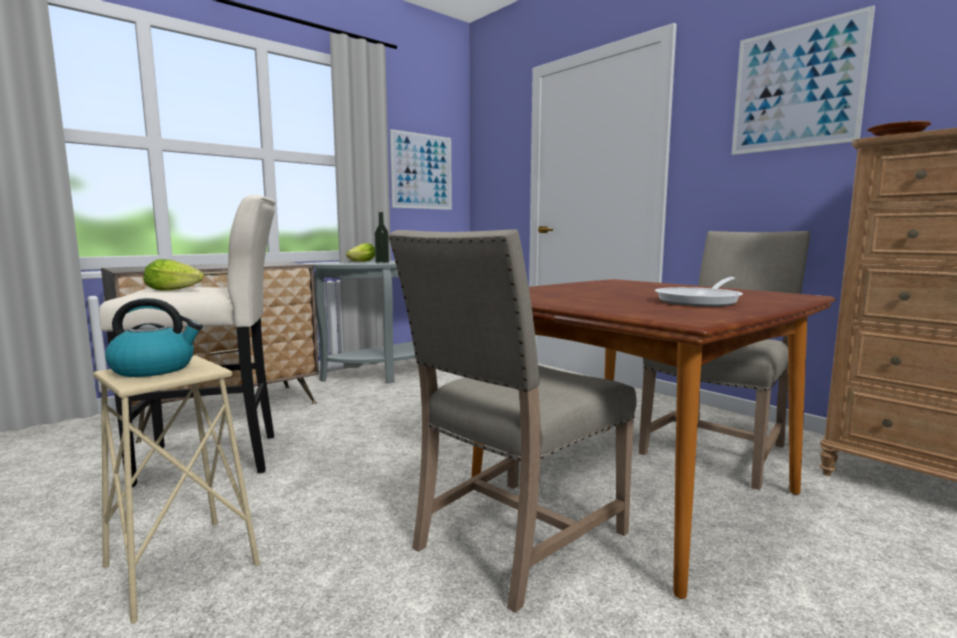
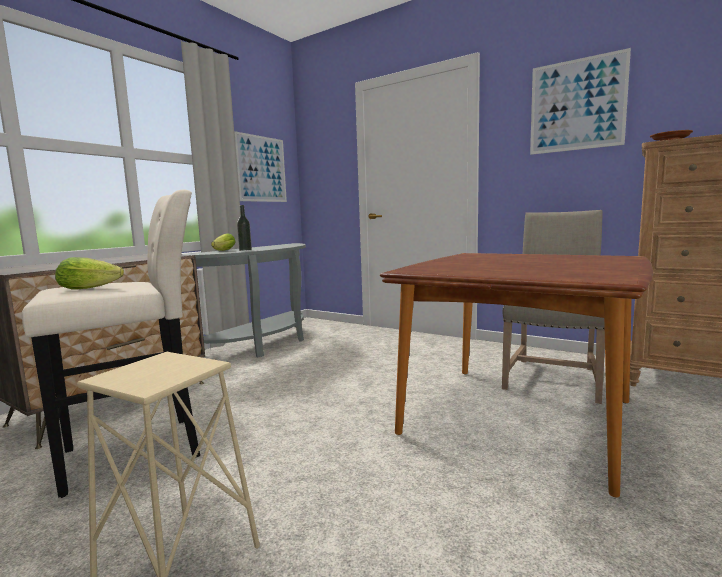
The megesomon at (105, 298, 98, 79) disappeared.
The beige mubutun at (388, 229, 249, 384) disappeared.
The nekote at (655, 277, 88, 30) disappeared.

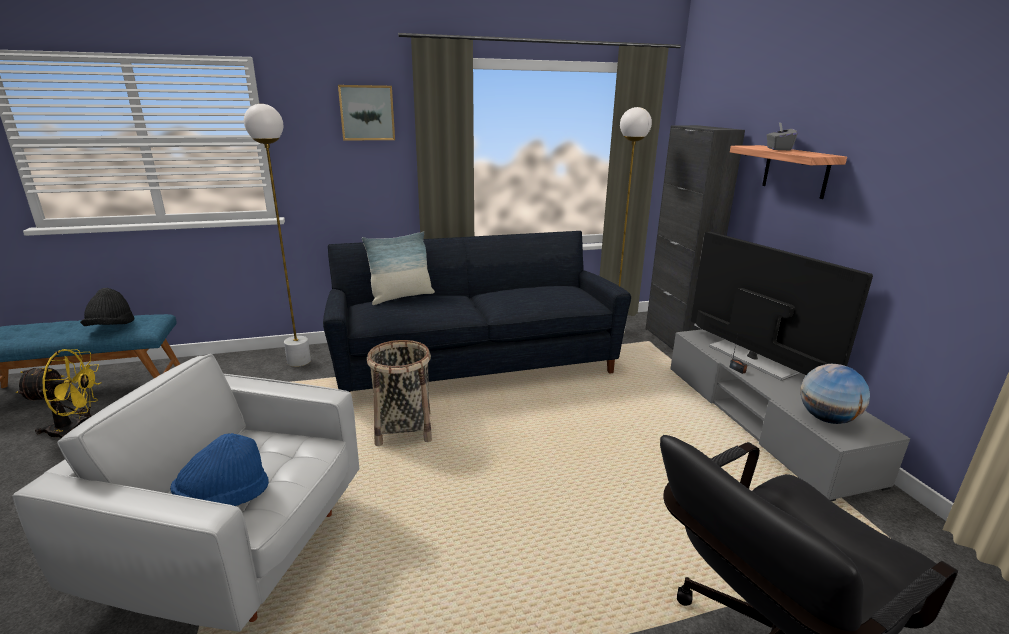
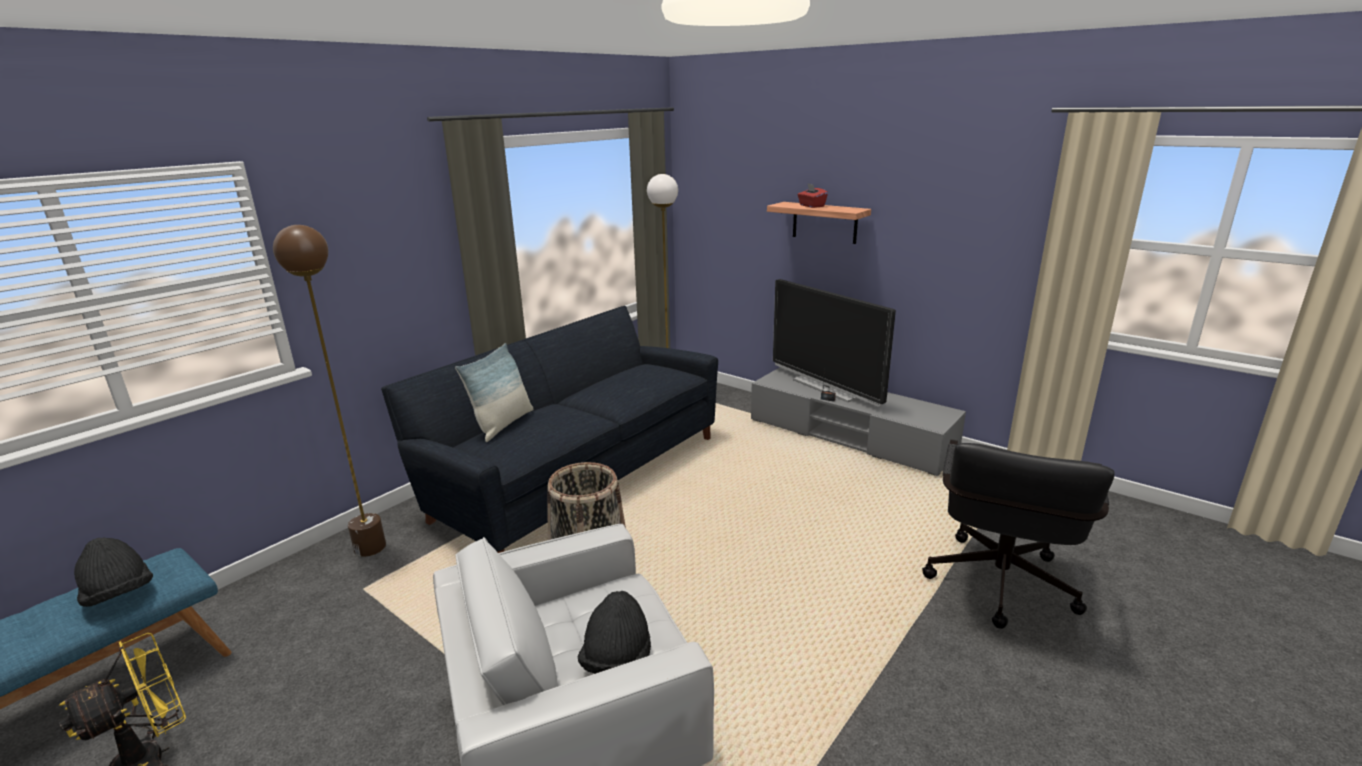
The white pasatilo at (244, 104, 67, 263) became the brown pasatilo at (273, 225, 113, 332).
The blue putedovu at (170, 433, 99, 73) became the black putedovu at (578, 591, 73, 83).
The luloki at (691, 232, 182, 149) turned 150 degrees counterclockwise.
The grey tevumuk at (767, 123, 31, 27) became the red tevumuk at (797, 183, 31, 25).
The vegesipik at (338, 85, 57, 56) disappeared.
The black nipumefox at (646, 125, 99, 224) disappeared.
The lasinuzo at (800, 364, 70, 60) disappeared.

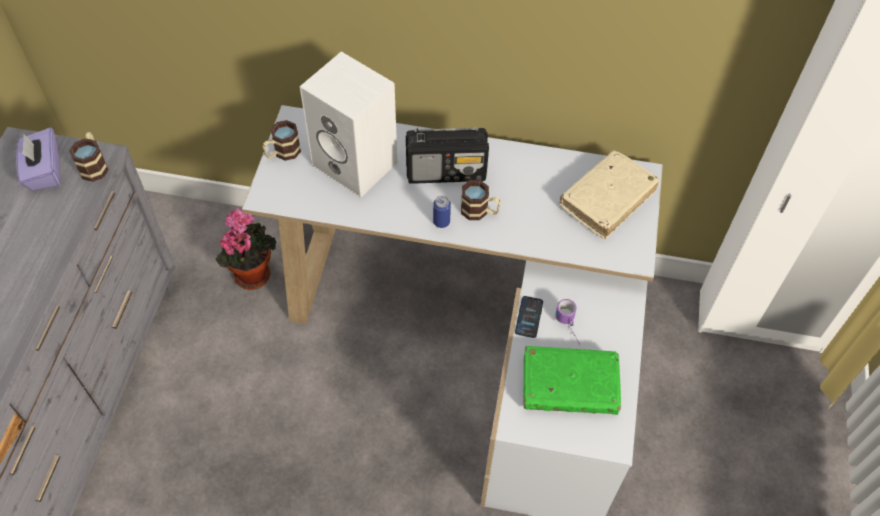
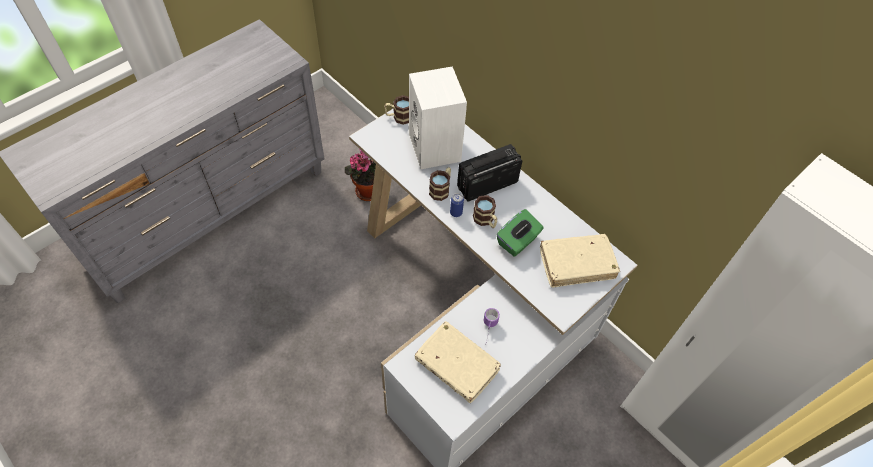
The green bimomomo at (523, 346, 98, 69) became the beige bimomomo at (415, 321, 86, 82).
The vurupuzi moved from (69, 132, 40, 50) to (429, 167, 22, 34).
The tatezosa at (406, 127, 83, 57) turned 120 degrees clockwise.
The green tevumuk at (496, 209, 48, 48) appeared.
The purple tevumuk at (16, 128, 45, 63) disappeared.
The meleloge at (515, 296, 28, 42) disappeared.

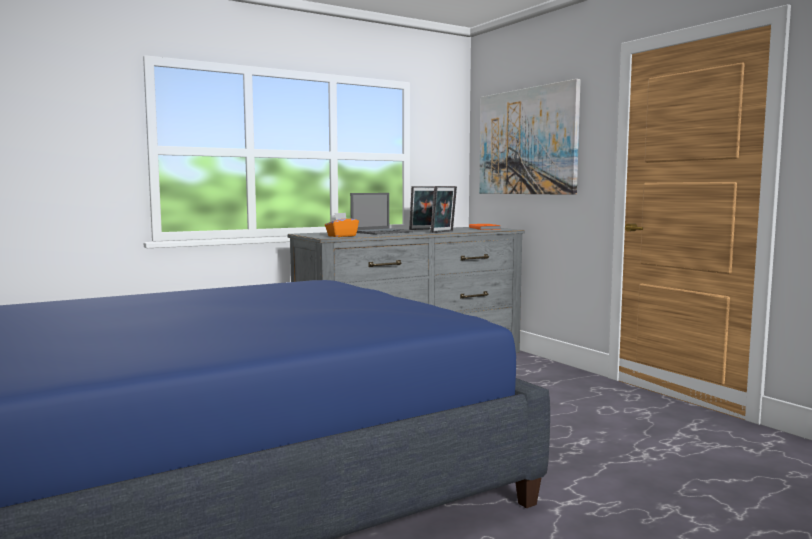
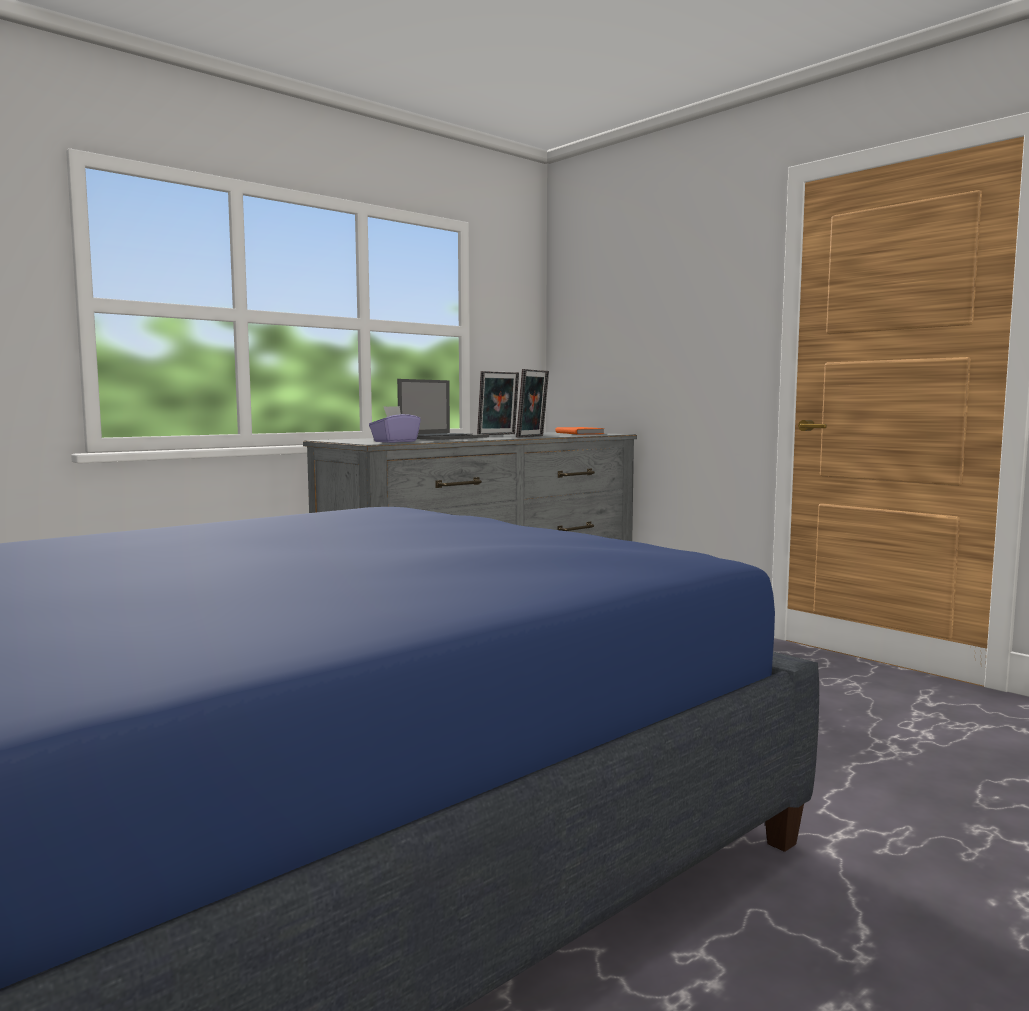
The orange tevumuk at (325, 213, 34, 24) became the purple tevumuk at (369, 406, 52, 37).
The vegesipik at (479, 79, 102, 116) disappeared.

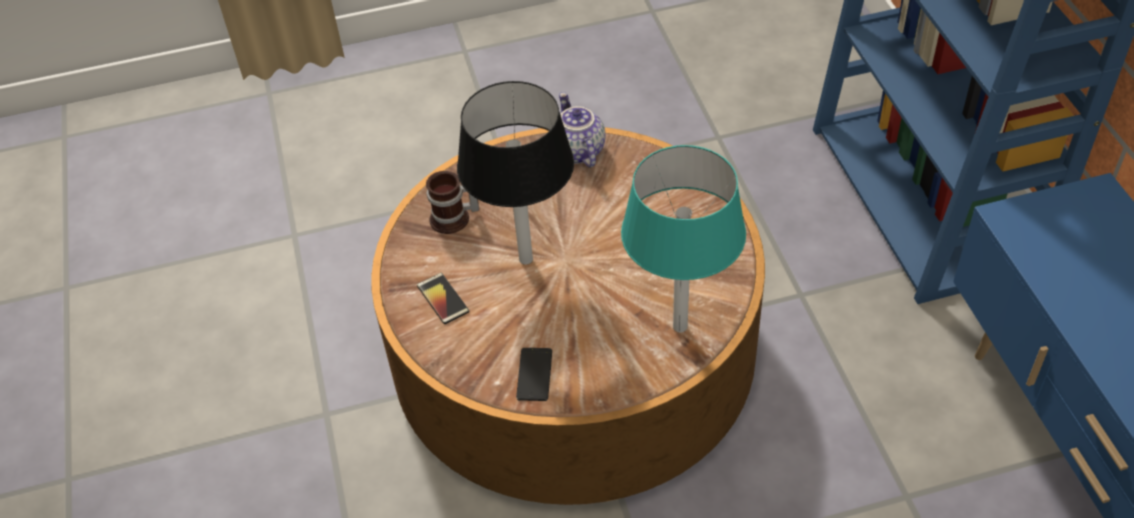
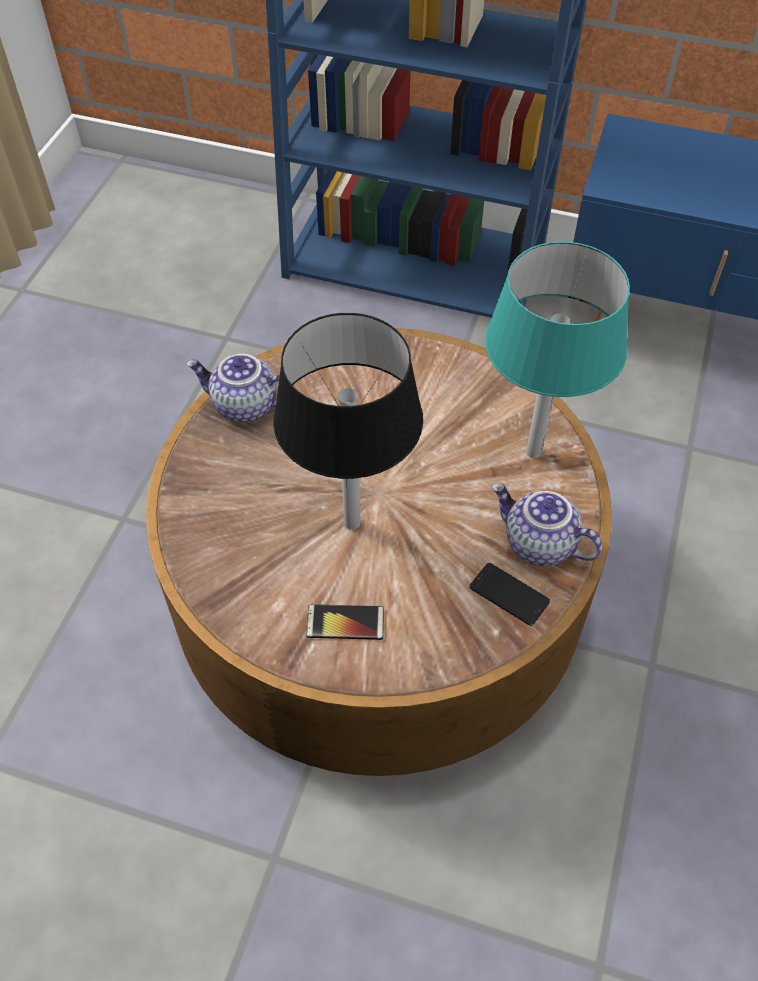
The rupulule at (492, 483, 110, 83) appeared.
The vurupuzi at (426, 171, 53, 63) disappeared.

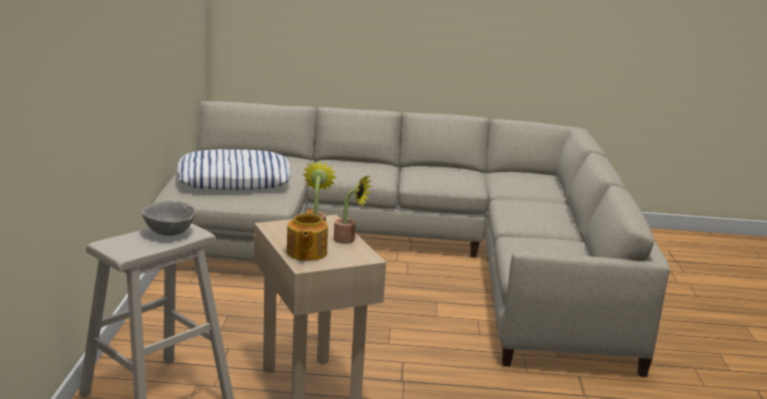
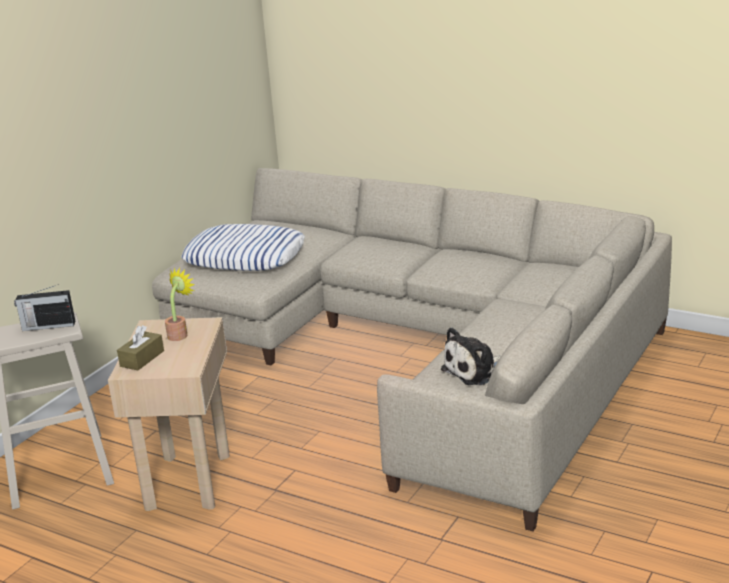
The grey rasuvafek at (142, 201, 54, 35) was replaced by the tatezosa at (14, 284, 61, 47).
The rupulule at (287, 209, 41, 52) was replaced by the brown tevumuk at (117, 325, 47, 45).
The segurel at (441, 327, 60, 58) appeared.
The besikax at (334, 175, 38, 69) disappeared.

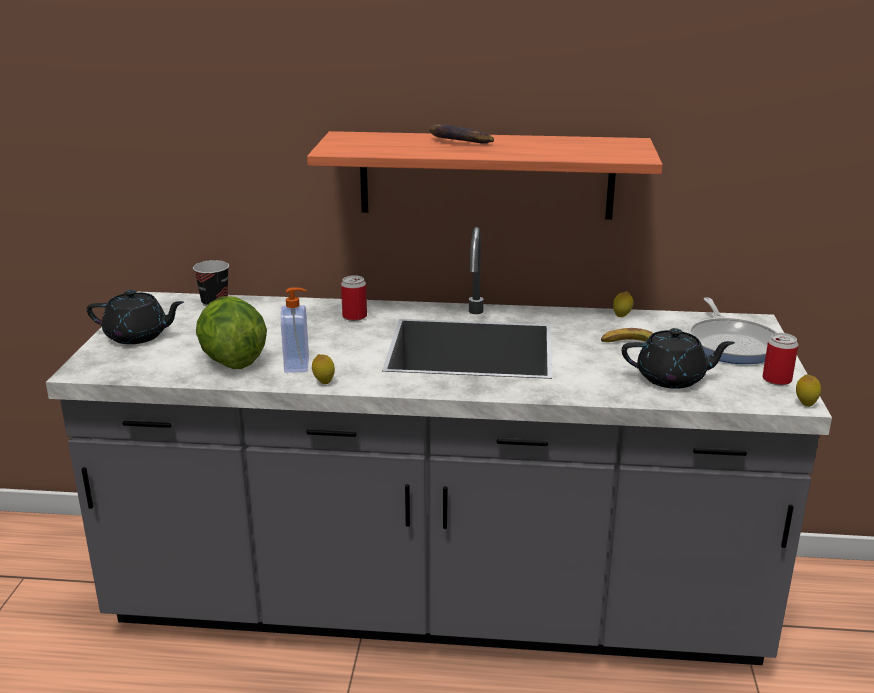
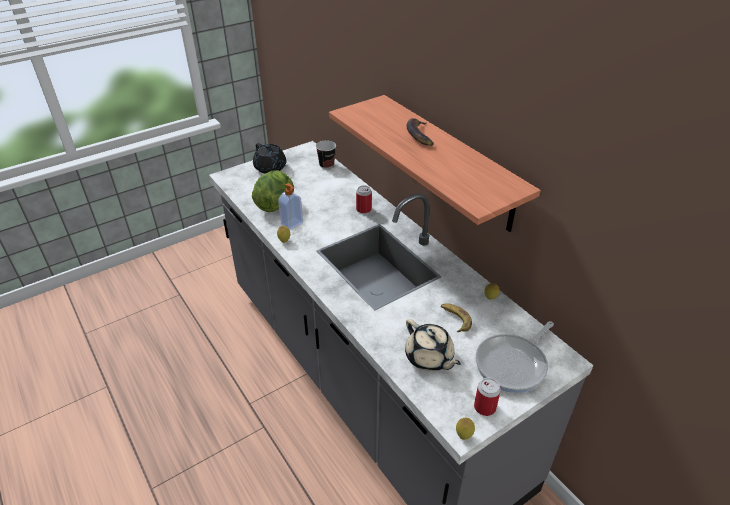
The black rupulule at (622, 328, 113, 61) became the beige rupulule at (405, 319, 56, 52).

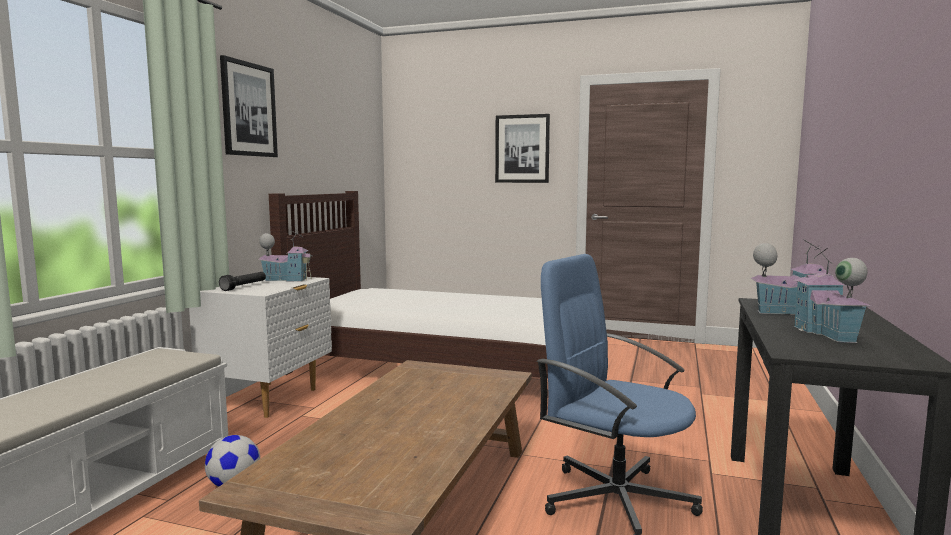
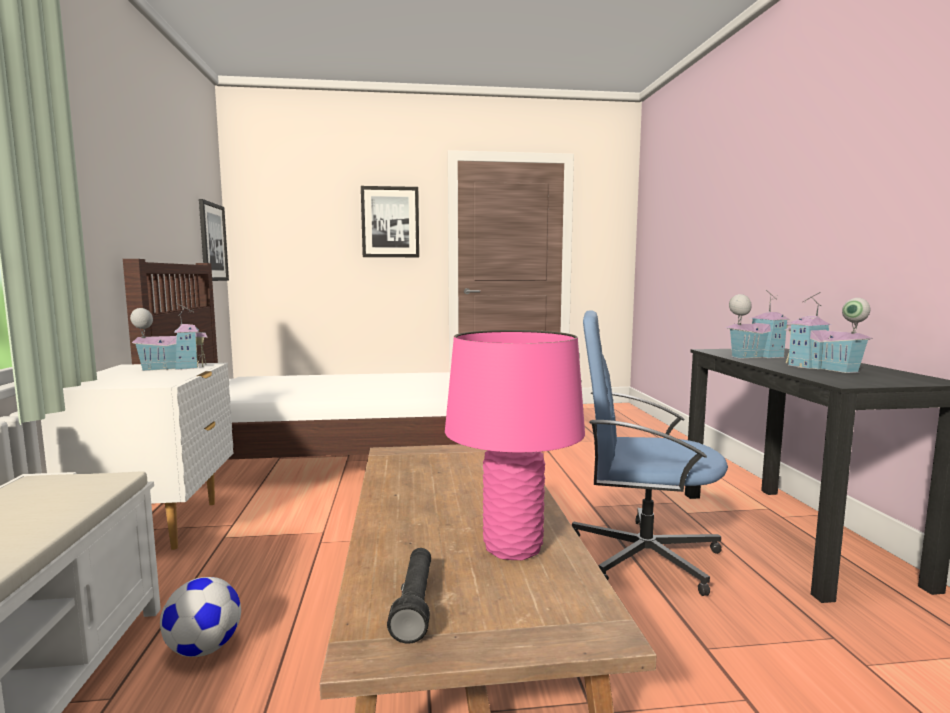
The vegesipik moved from (220, 55, 58, 102) to (199, 199, 30, 82).
The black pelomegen moved from (219, 272, 47, 19) to (387, 548, 44, 96).
The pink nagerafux at (445, 330, 140, 230) appeared.

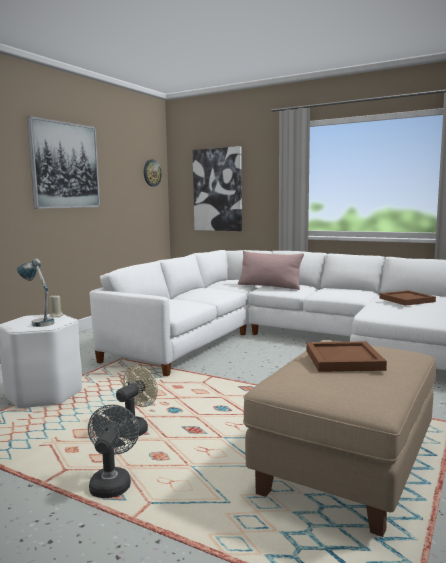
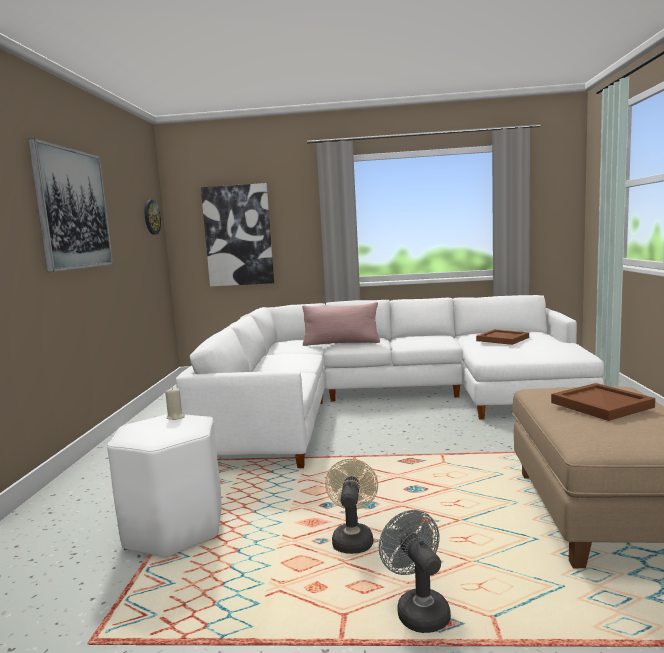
The nagerafux at (17, 259, 37, 68) disappeared.

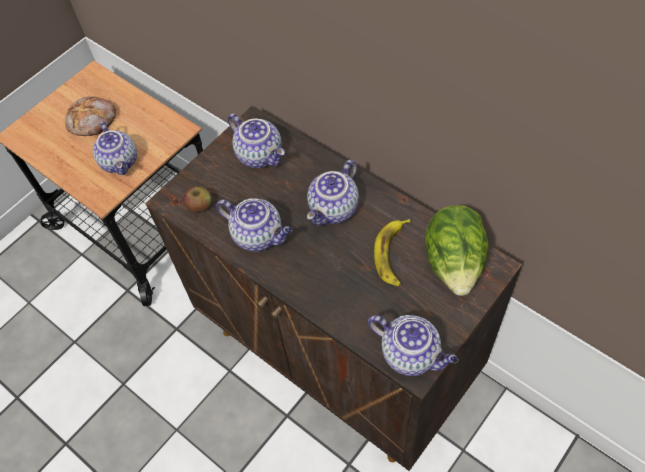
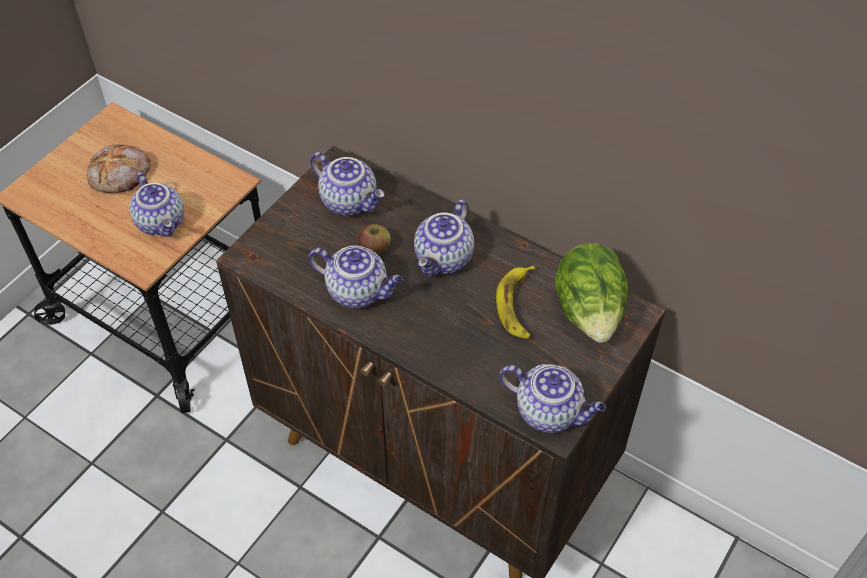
The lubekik moved from (183, 186, 28, 27) to (358, 224, 33, 30).

